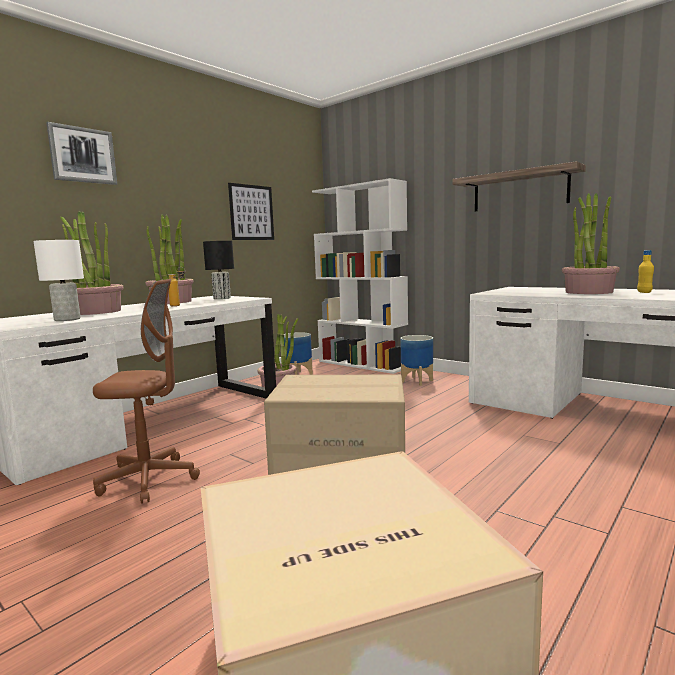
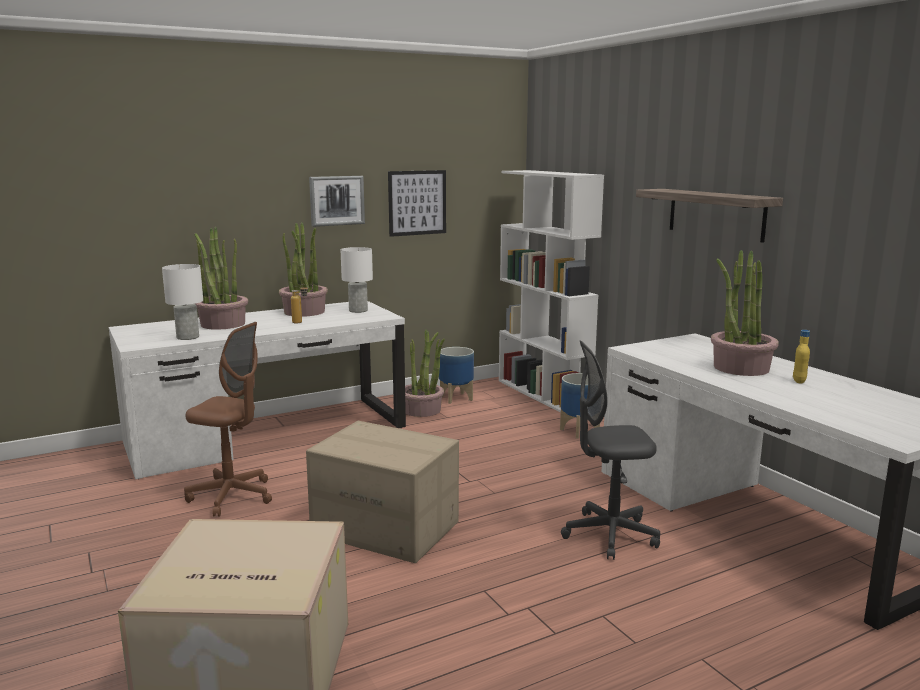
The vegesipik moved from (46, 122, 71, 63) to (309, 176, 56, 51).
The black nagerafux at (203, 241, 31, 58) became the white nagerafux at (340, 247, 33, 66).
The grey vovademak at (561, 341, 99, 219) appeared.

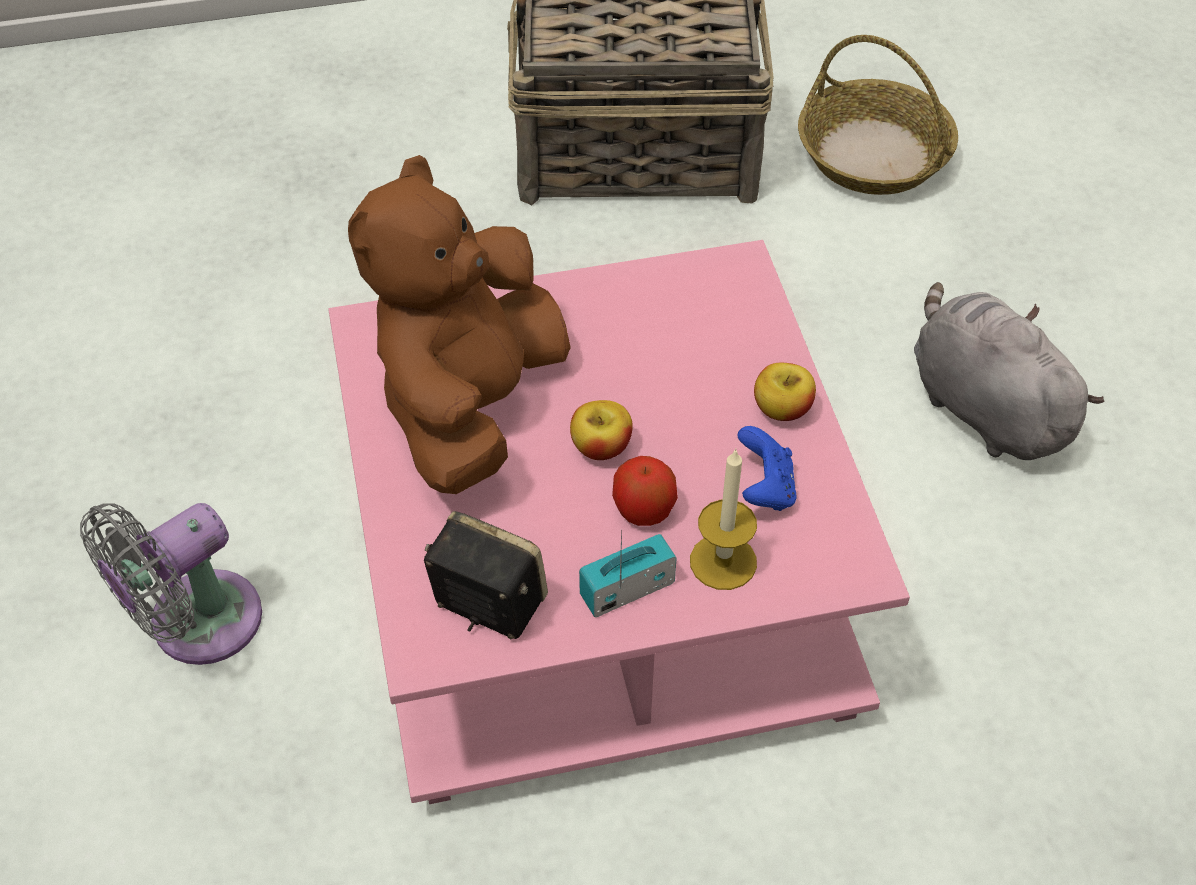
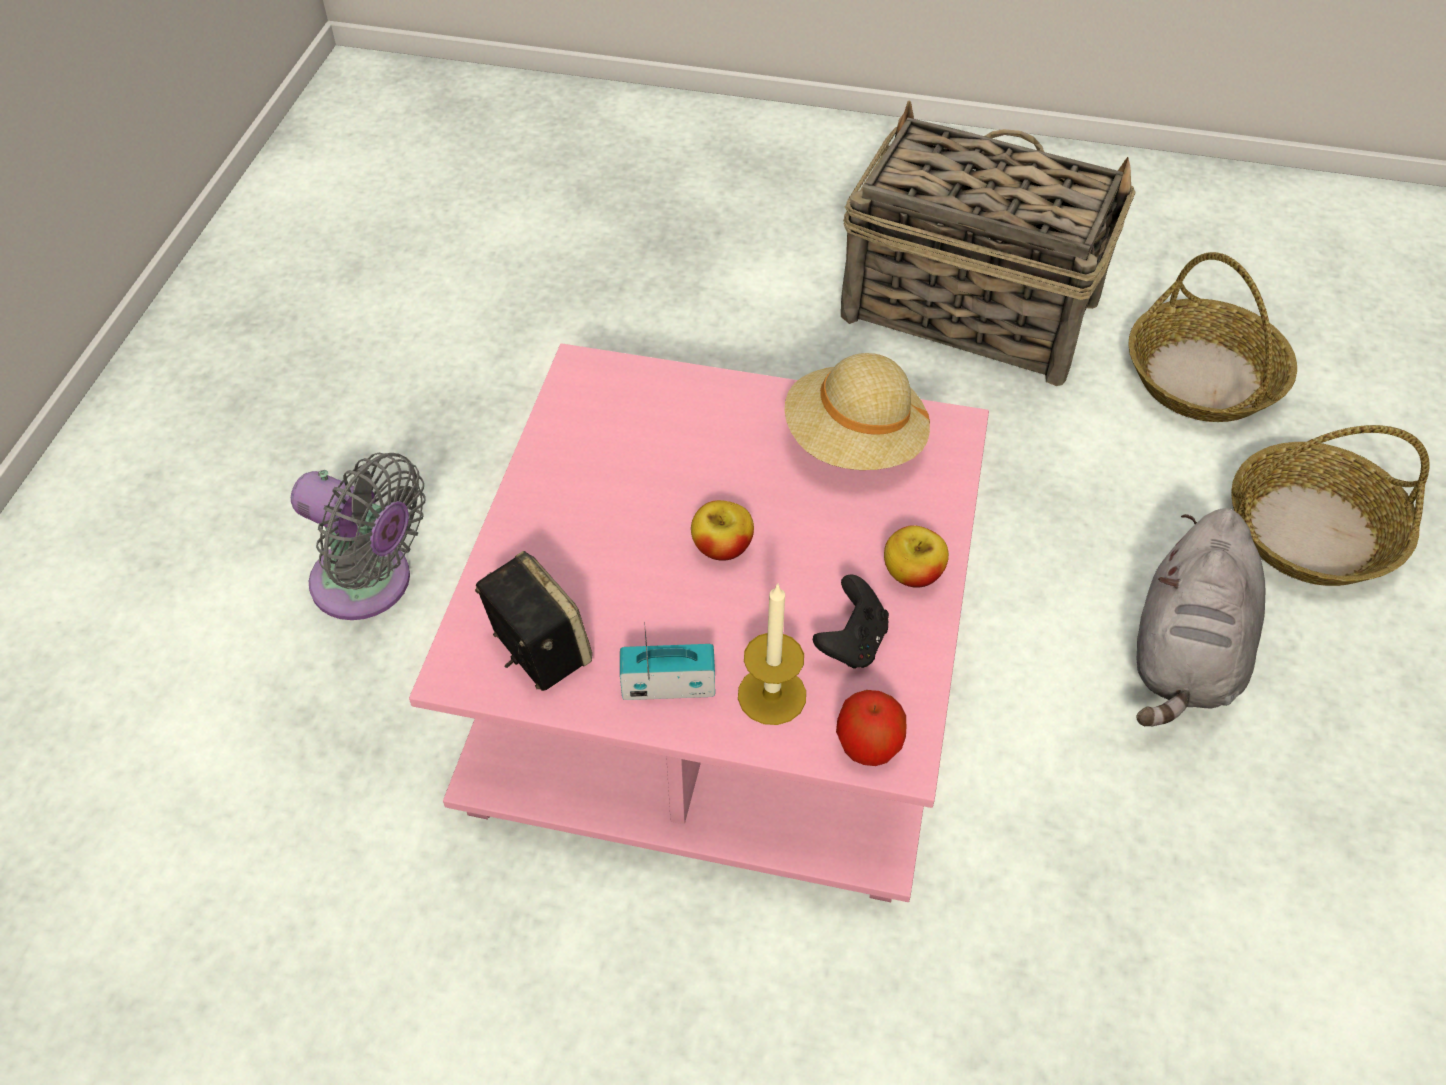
The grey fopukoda at (80, 503, 182, 162) turned 135 degrees counterclockwise.
The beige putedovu at (785, 353, 145, 117) appeared.
The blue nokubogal at (738, 426, 59, 85) became the black nokubogal at (813, 575, 76, 94).
The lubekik moved from (612, 456, 66, 70) to (836, 690, 70, 76).
The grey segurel at (914, 282, 190, 178) turned 150 degrees counterclockwise.
The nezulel at (1231, 425, 199, 161) appeared.
The brown segurel at (348, 155, 223, 339) disappeared.

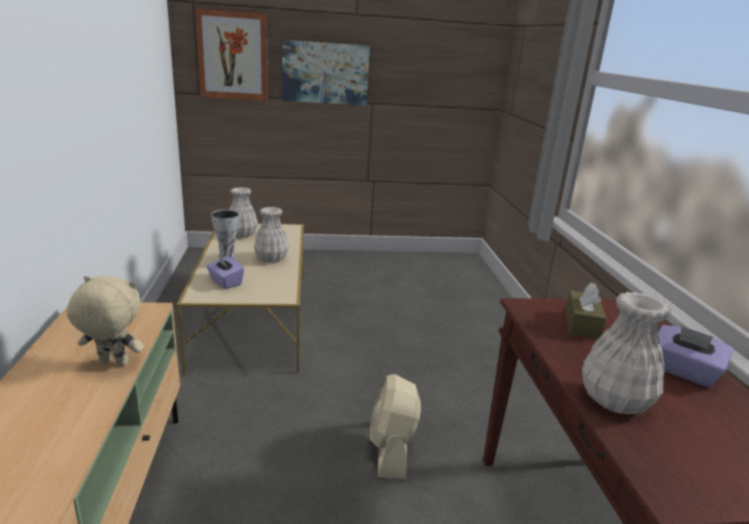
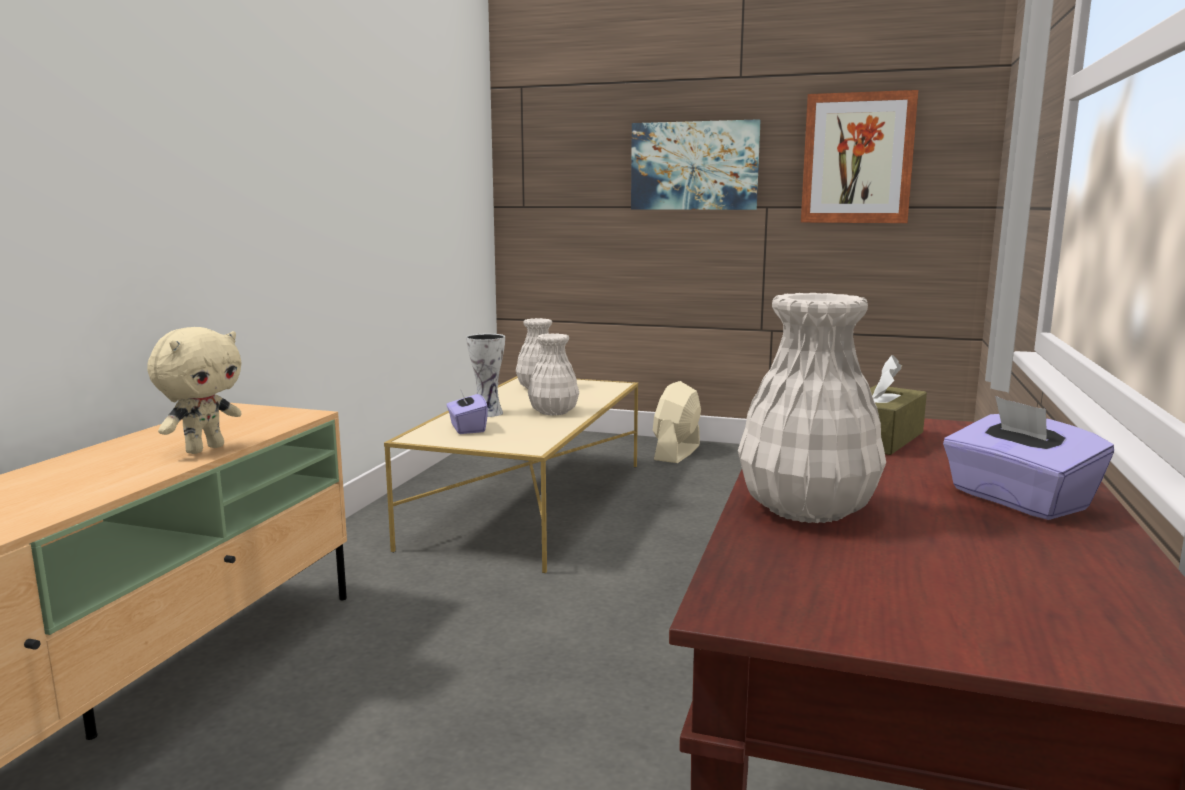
The beige segurel at (67, 276, 77, 90) turned 90 degrees clockwise.
The beige fopukoda moved from (369, 374, 52, 105) to (653, 381, 48, 82).
The vegesipik moved from (195, 8, 73, 93) to (801, 90, 117, 133).

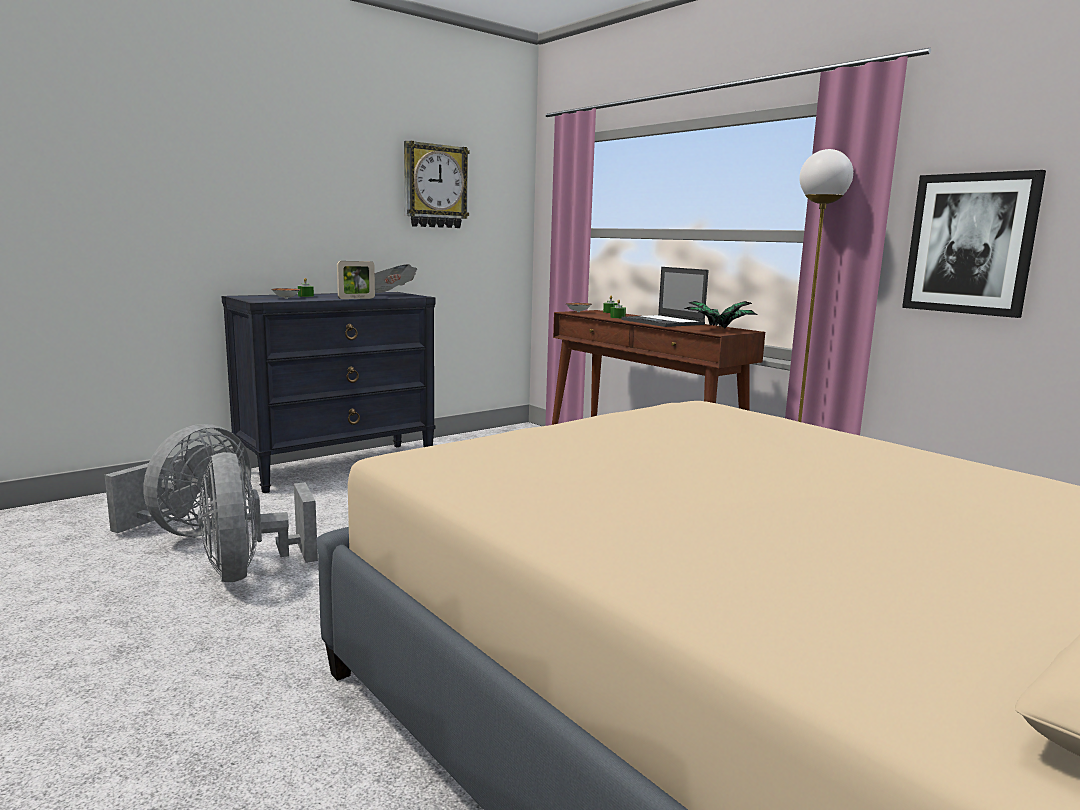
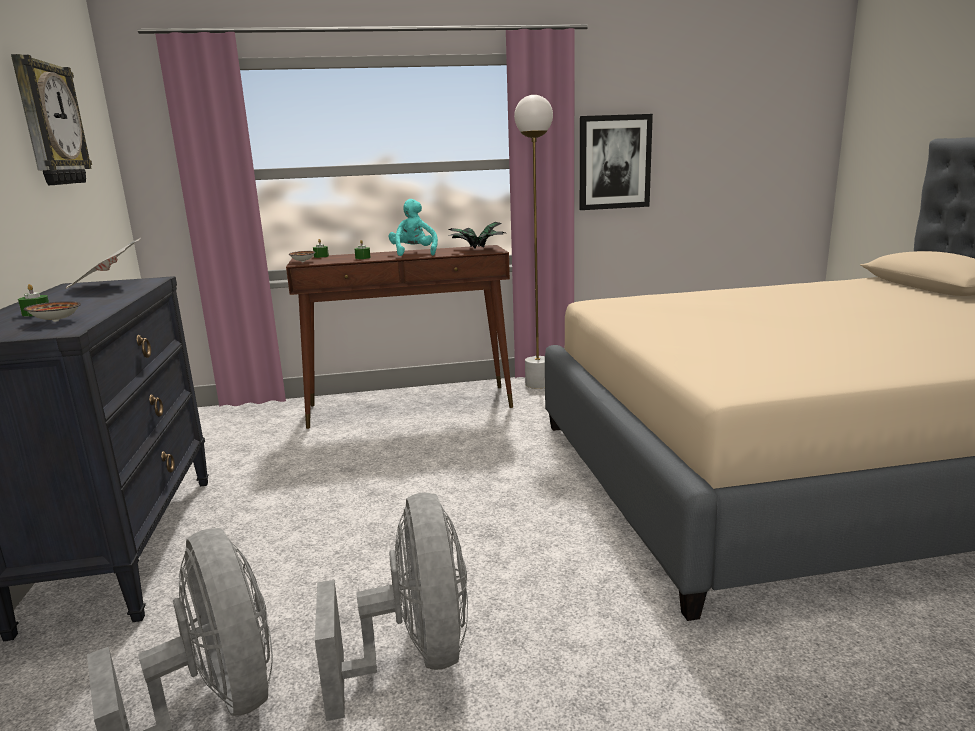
The grey fopukoda at (198, 452, 120, 130) turned 105 degrees counterclockwise.
The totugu at (621, 267, 88, 60) was replaced by the turquoise segurel at (389, 199, 49, 57).
The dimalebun at (337, 261, 38, 38) disappeared.

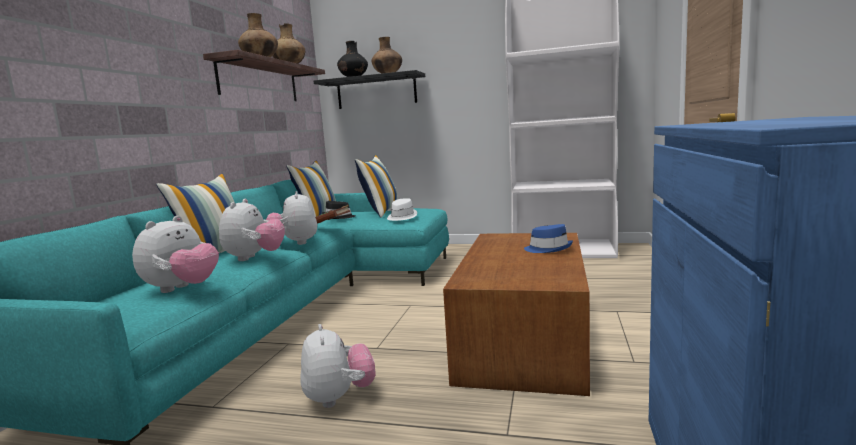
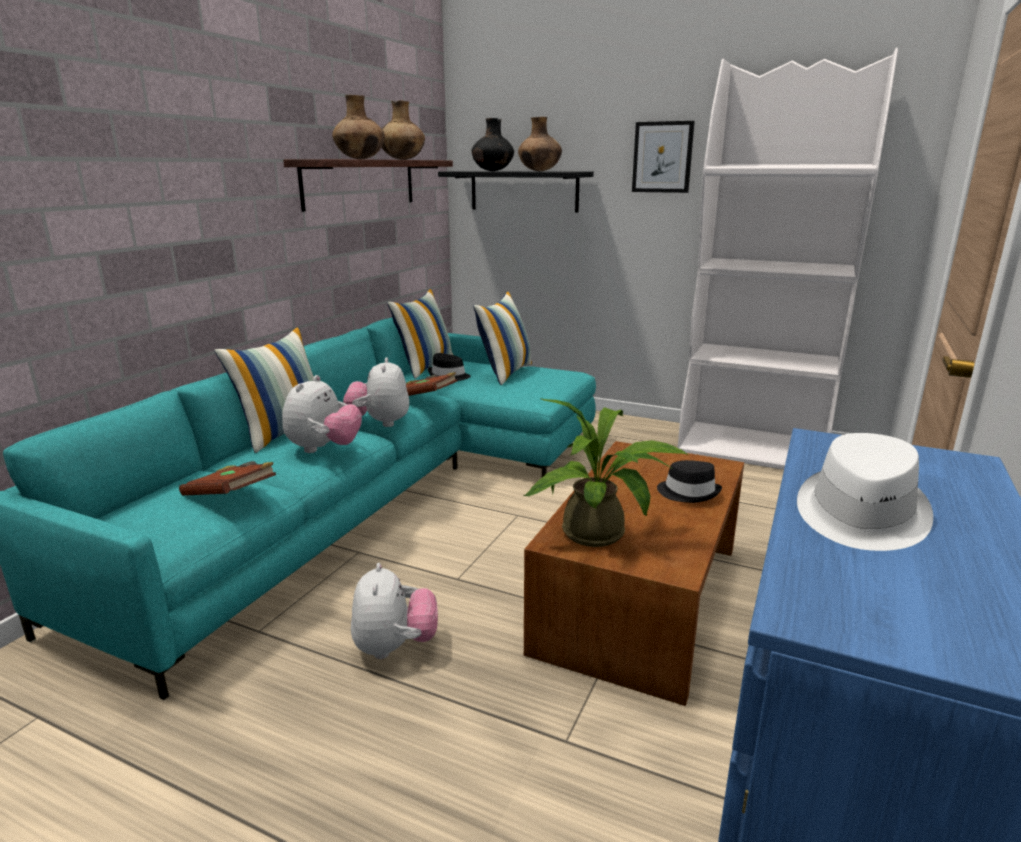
The segurel at (132, 216, 87, 77) was replaced by the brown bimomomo at (179, 461, 97, 35).
The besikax at (523, 398, 165, 149) appeared.
The vegesipik at (632, 121, 63, 72) appeared.
The blue putedovu at (524, 224, 49, 29) became the black putedovu at (657, 460, 65, 43).
The white putedovu moved from (387, 198, 30, 23) to (797, 433, 136, 118).

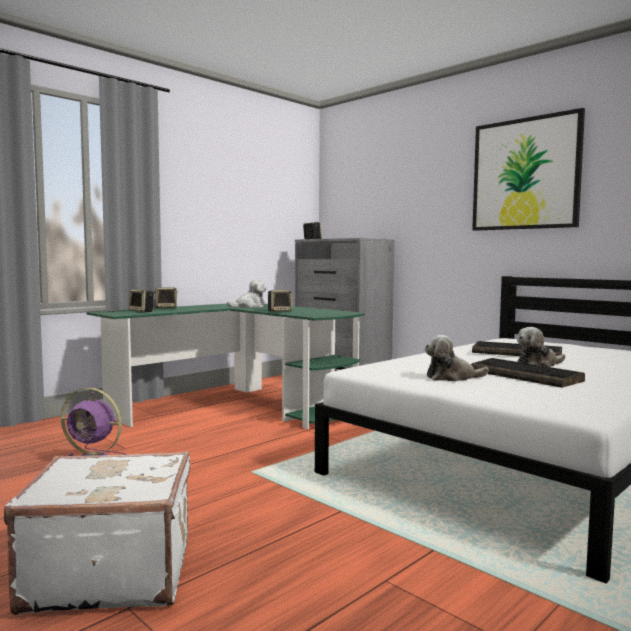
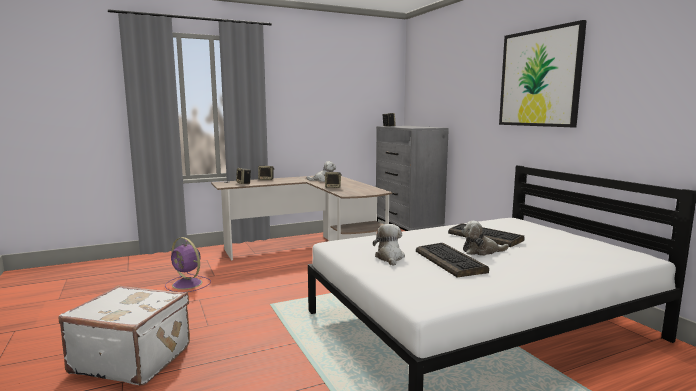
The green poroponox at (86, 304, 279, 125) became the brown poroponox at (211, 176, 181, 84).
The segurel at (424, 335, 65, 46) turned 75 degrees clockwise.

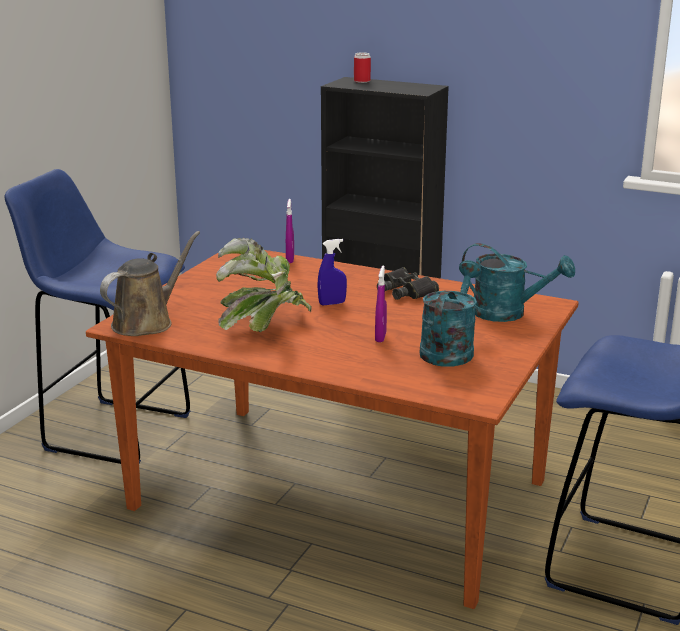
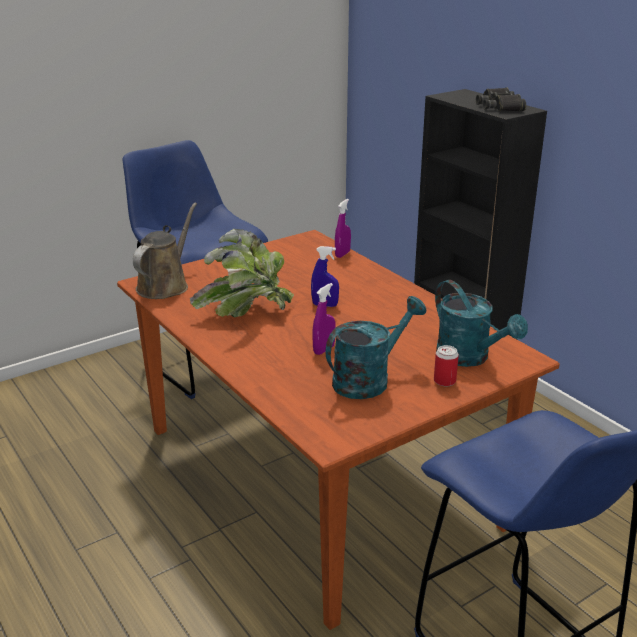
The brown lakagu at (100, 231, 100, 105) turned 45 degrees counterclockwise.
The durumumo moved from (354, 52, 17, 31) to (434, 345, 25, 41).
The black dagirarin moved from (377, 267, 62, 33) to (476, 88, 50, 23).

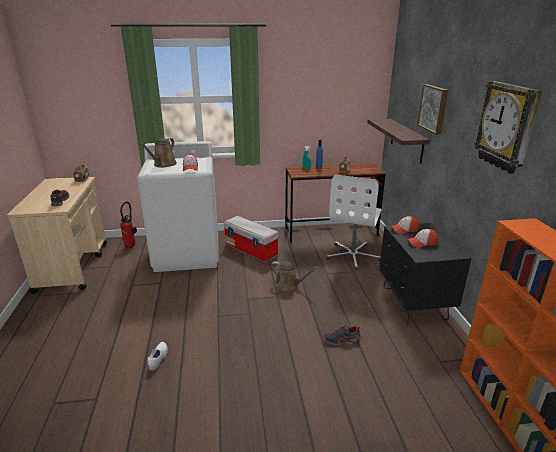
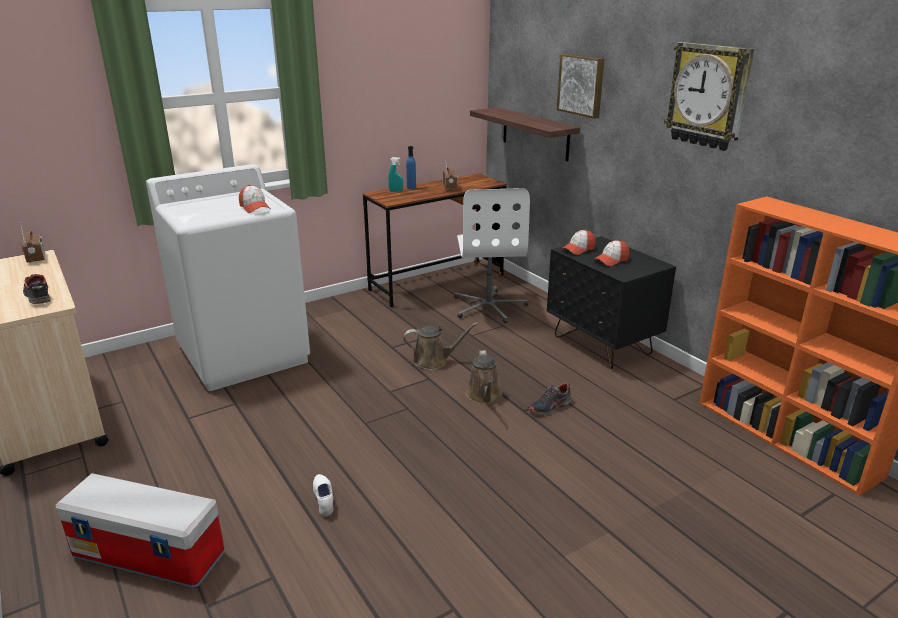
The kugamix moved from (224, 216, 54, 47) to (56, 473, 169, 115).
The brown lakagu moved from (140, 138, 37, 30) to (466, 350, 36, 54).
The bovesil at (120, 202, 17, 46) disappeared.

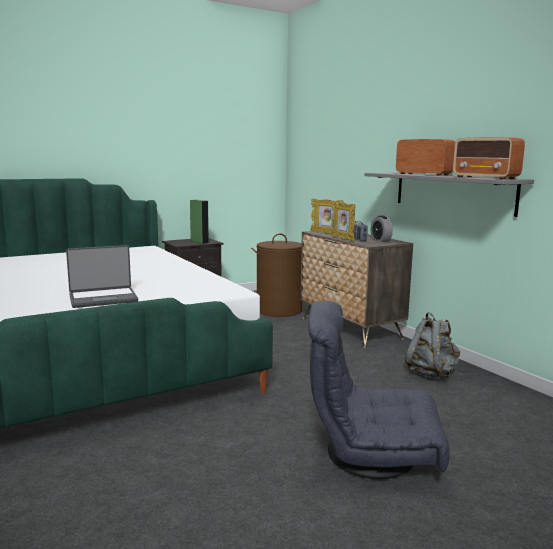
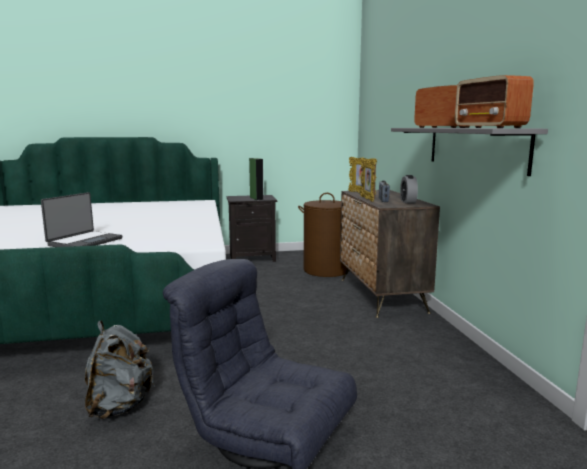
The totugu at (66, 245, 72, 63) turned 60 degrees counterclockwise.
The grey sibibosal moved from (405, 312, 55, 66) to (85, 321, 70, 98).

